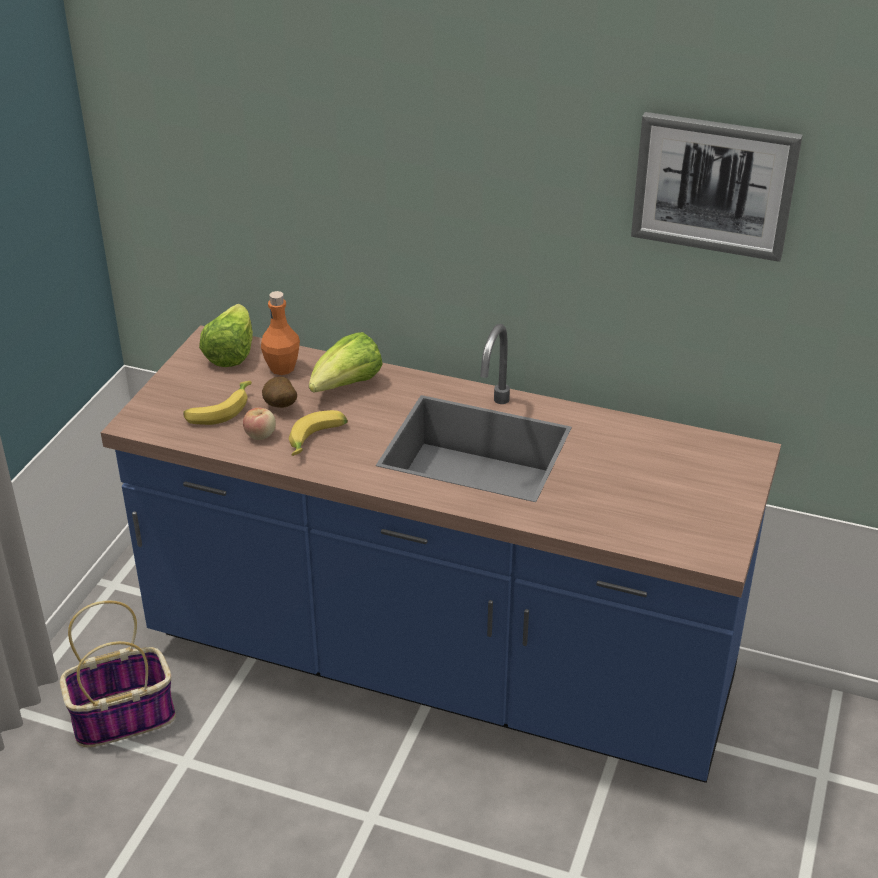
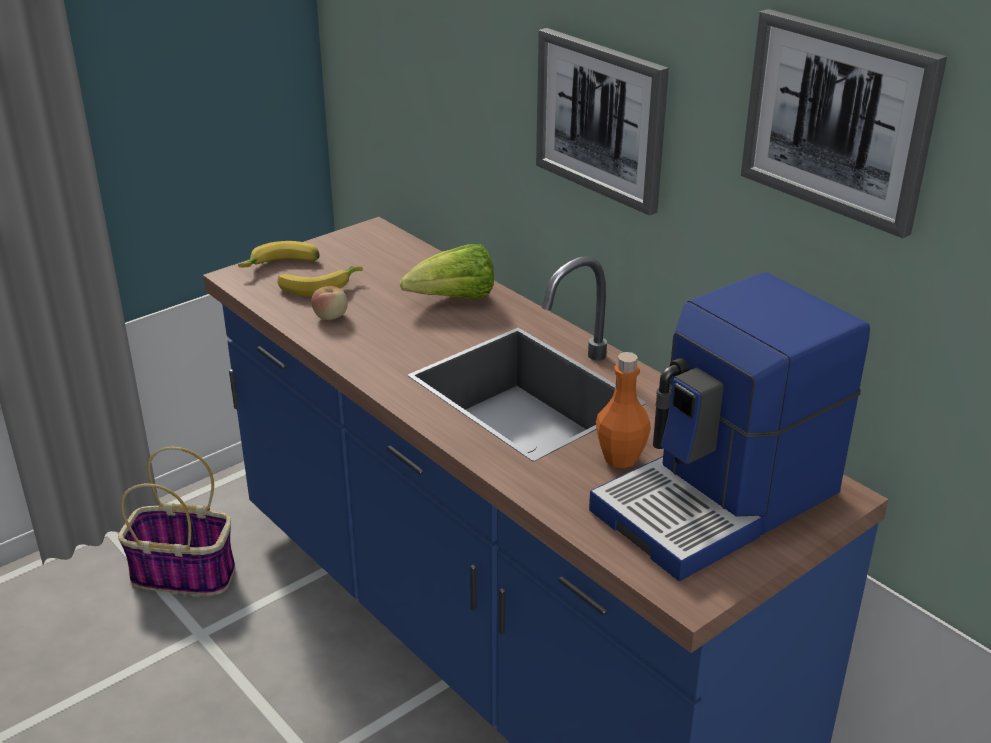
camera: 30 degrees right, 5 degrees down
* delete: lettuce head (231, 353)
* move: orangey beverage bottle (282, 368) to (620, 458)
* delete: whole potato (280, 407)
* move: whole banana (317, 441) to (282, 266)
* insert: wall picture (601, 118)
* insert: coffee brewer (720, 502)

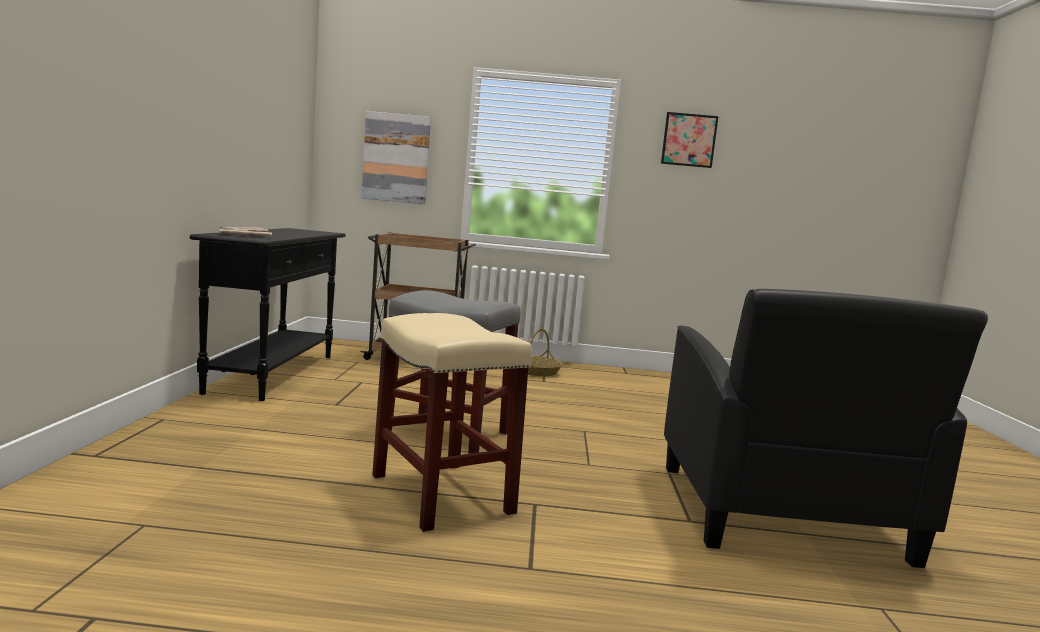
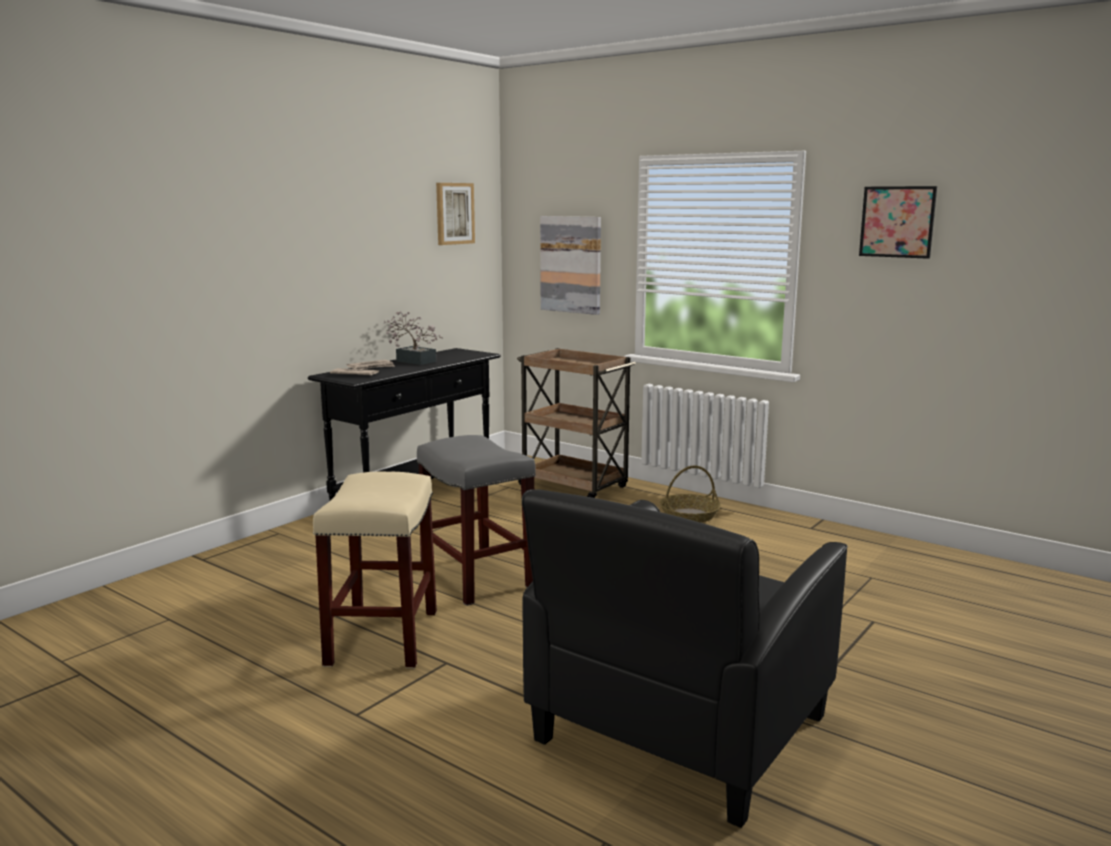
camera: 35 degrees right, 5 degrees up
* insert: plant in a pot (413, 361)
* insert: wall picture (454, 213)

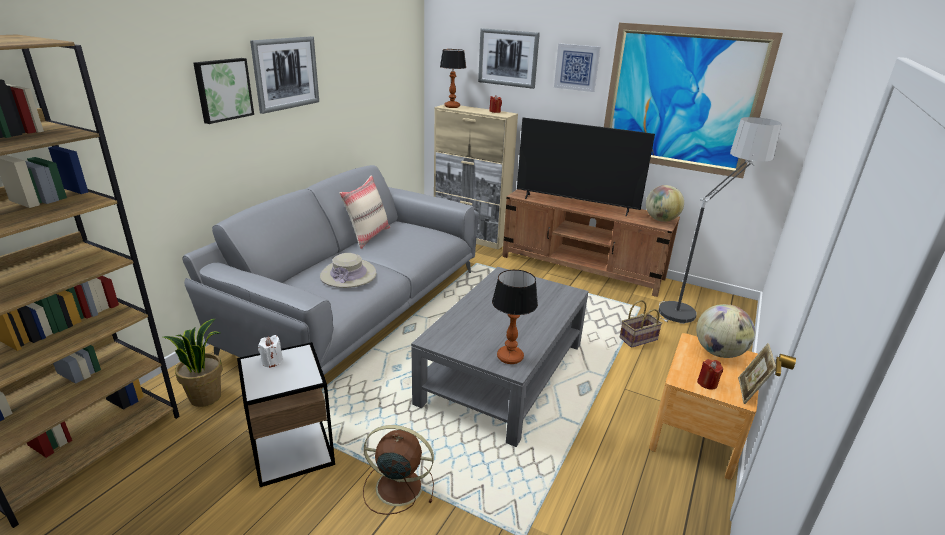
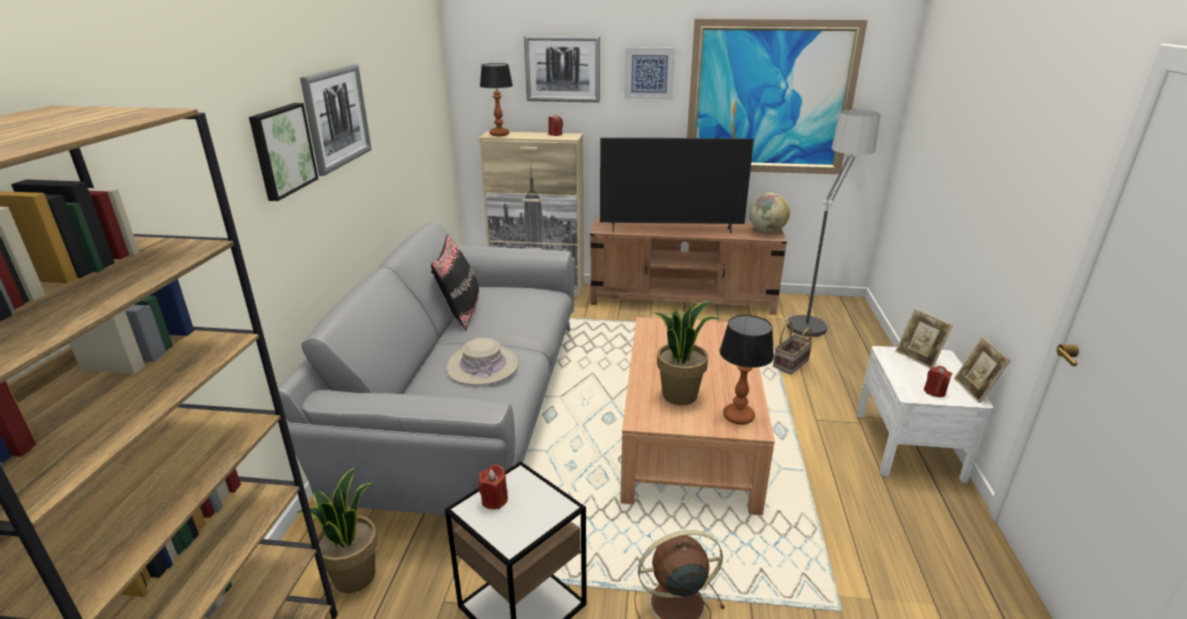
camera: 20 degrees left, 0 degrees up
* recolor: whitish wax light (272, 361) to reddish wax light (494, 500)
* recolor: sand-coloured pillow (368, 236) to blackish pillow (460, 312)
* recolor: gray coffee table (503, 372) to brown coffee table (688, 436)
* recolor: brown night table (696, 432) to whitish night table (908, 445)
* replace: desk globe (718, 352) to standing frame (918, 358)
* insert: plant in a pot (679, 395)

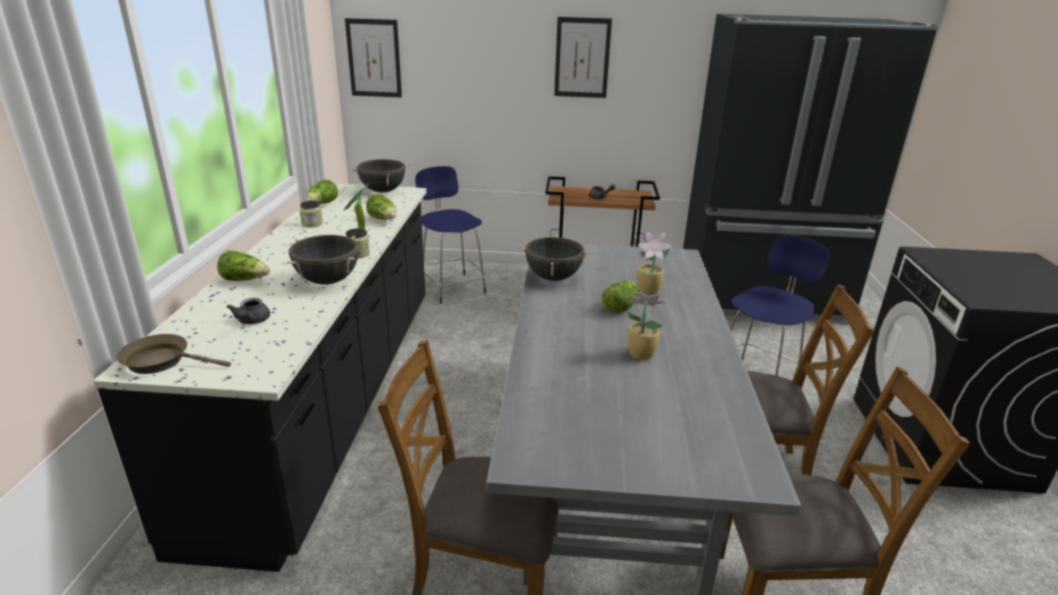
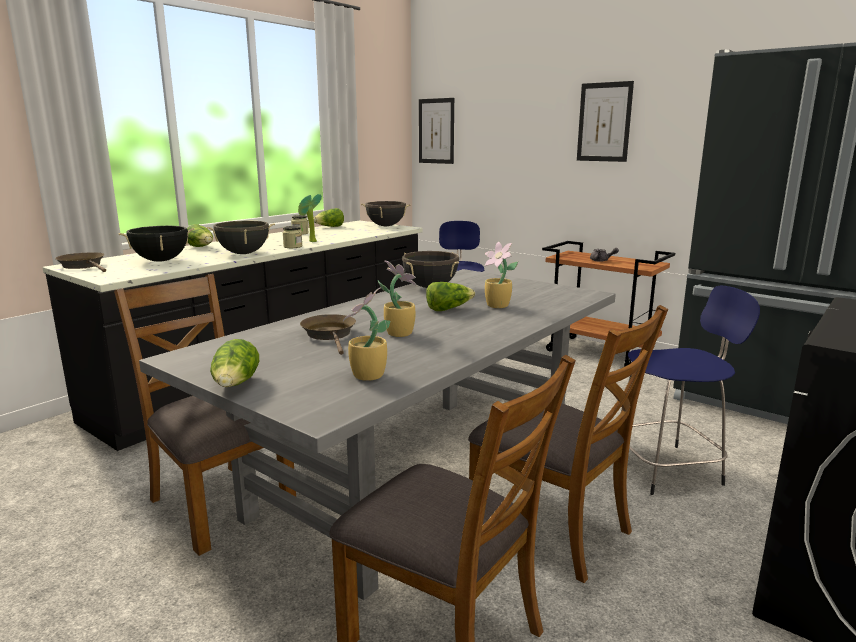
camera: 35 degrees right, 10 degrees down
* replace: gray teapot (251, 321) to blackish saucepot (161, 261)
* move: lettuce head (384, 219) to (236, 385)
* insert: brown skillet (330, 335)
* insert: plant in a pot (367, 376)

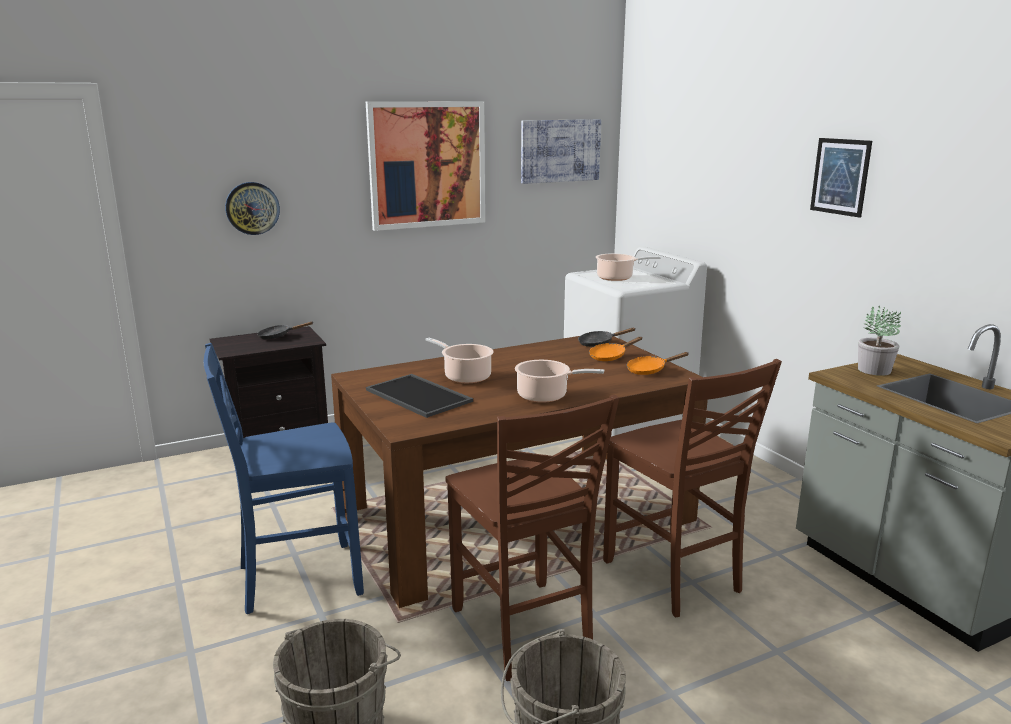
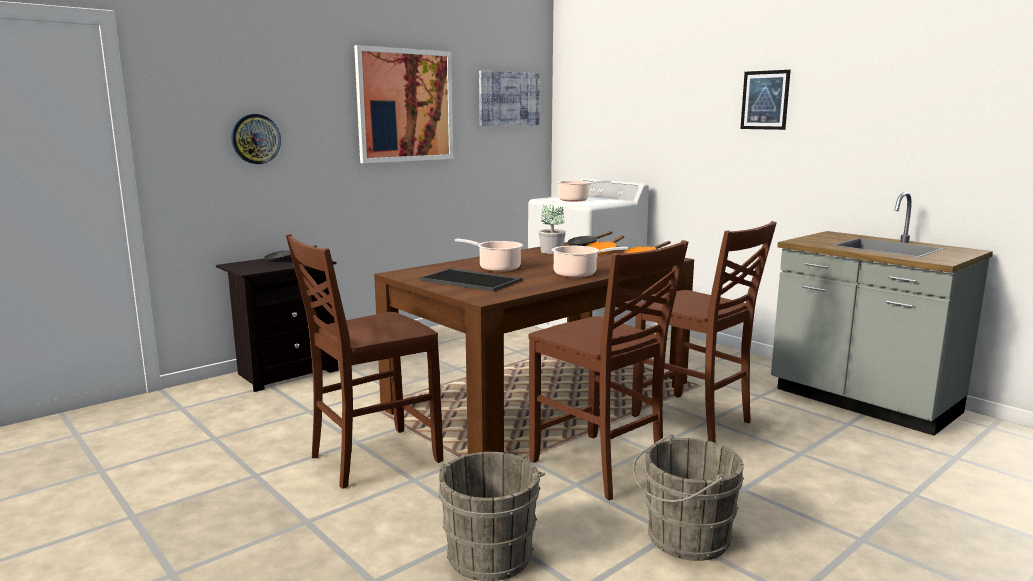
camera: 15 degrees left, 5 degrees down
* recolor: blue chair (297, 578) to brown chair (372, 458)
* move: plant in a pot (874, 370) to (551, 251)

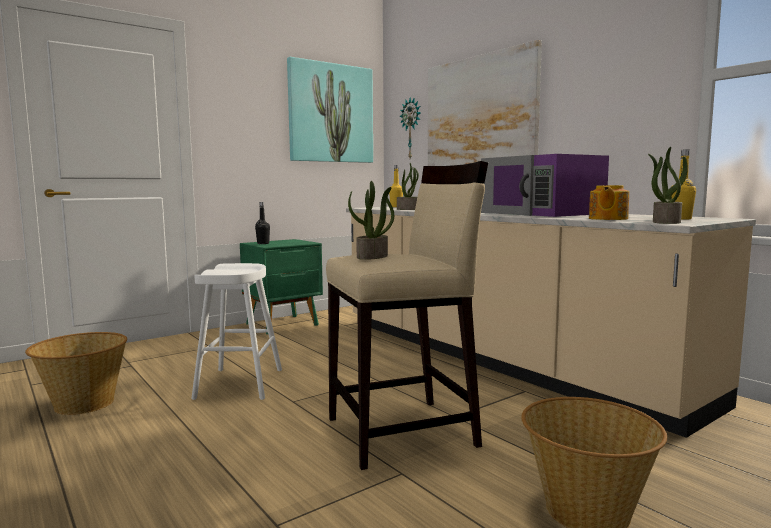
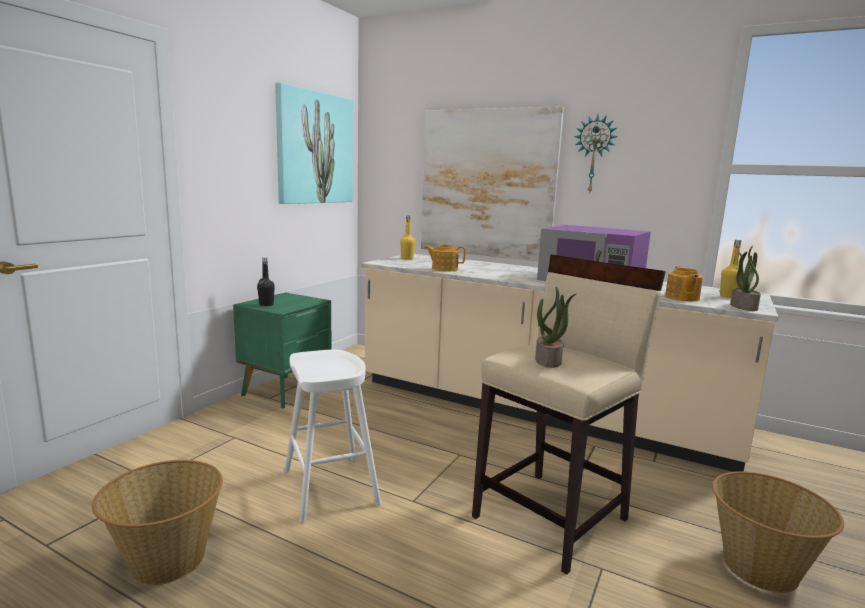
camera: 25 degrees left, 5 degrees up
* replace: plant in a pot (408, 209) to teapot (444, 269)
* move: hanging clock (412, 128) to (594, 154)

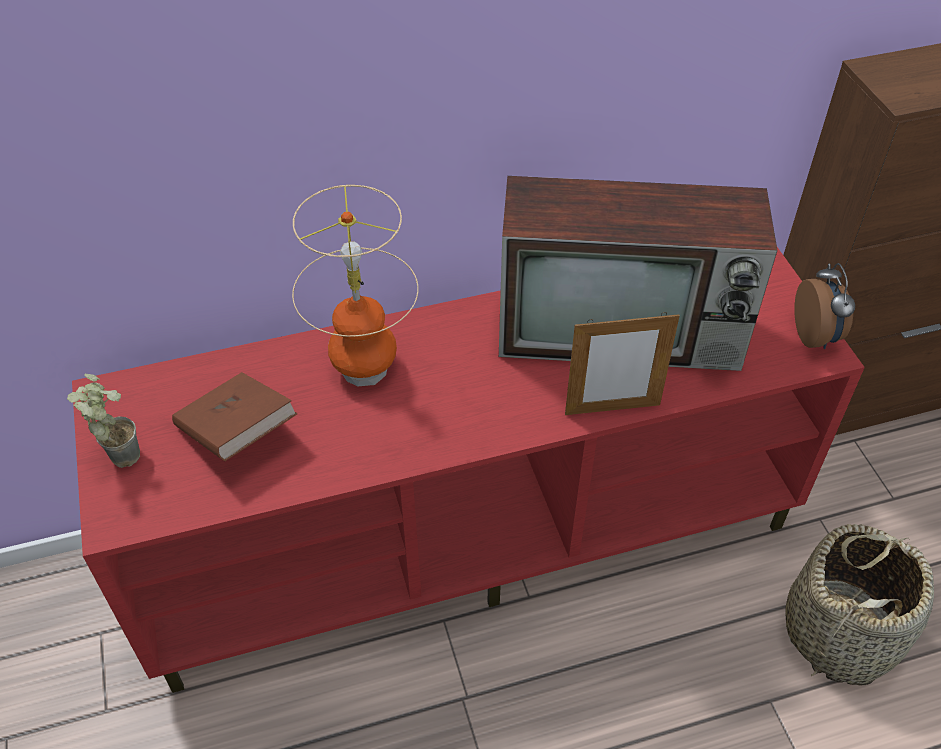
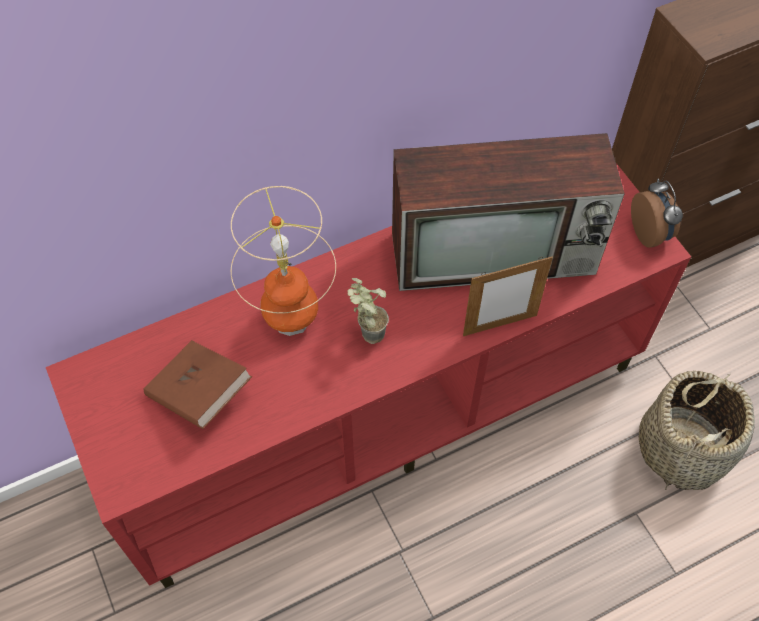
camera: 10 degrees left, 10 degrees up
* move: plant in a pot (119, 453) to (366, 332)

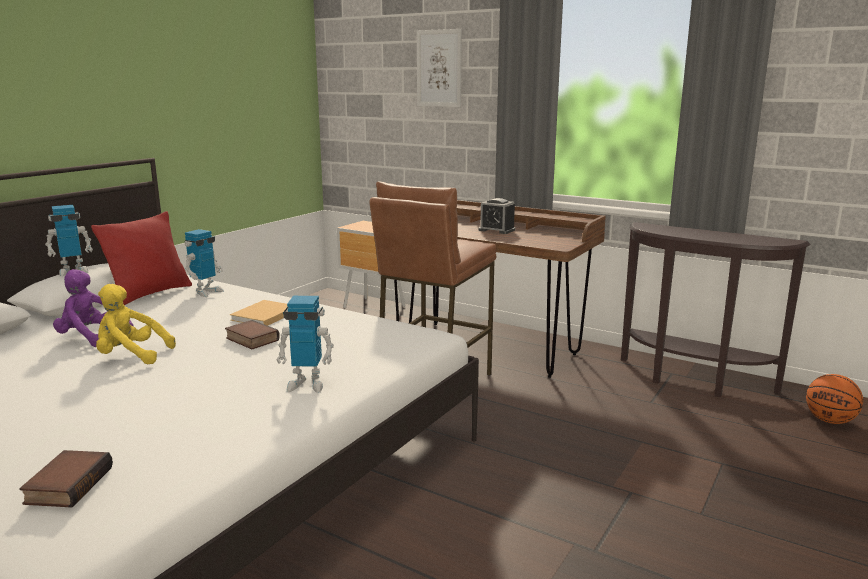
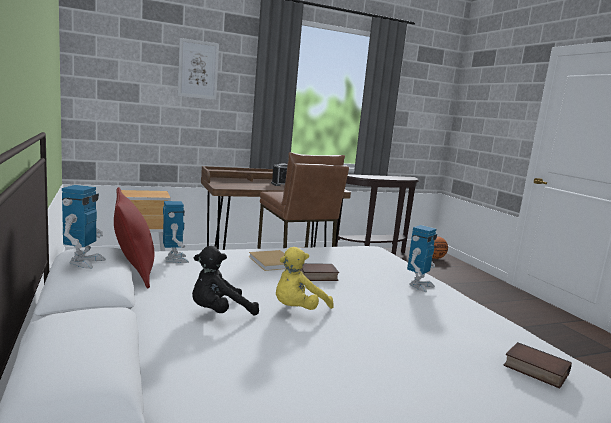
camera: 55 degrees left, 5 degrees down
* recolor: purple-coloured plush toy (91, 338) to blackish plush toy (219, 313)

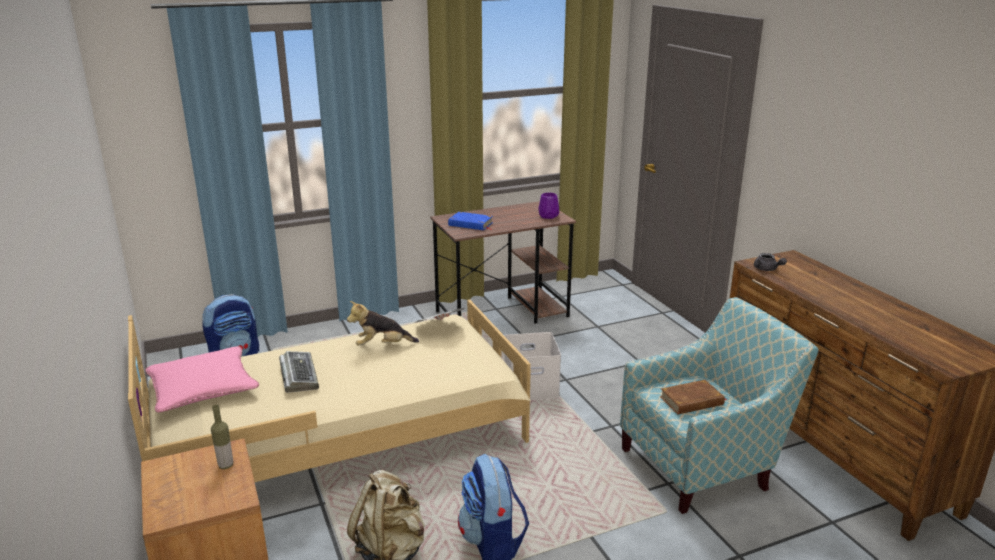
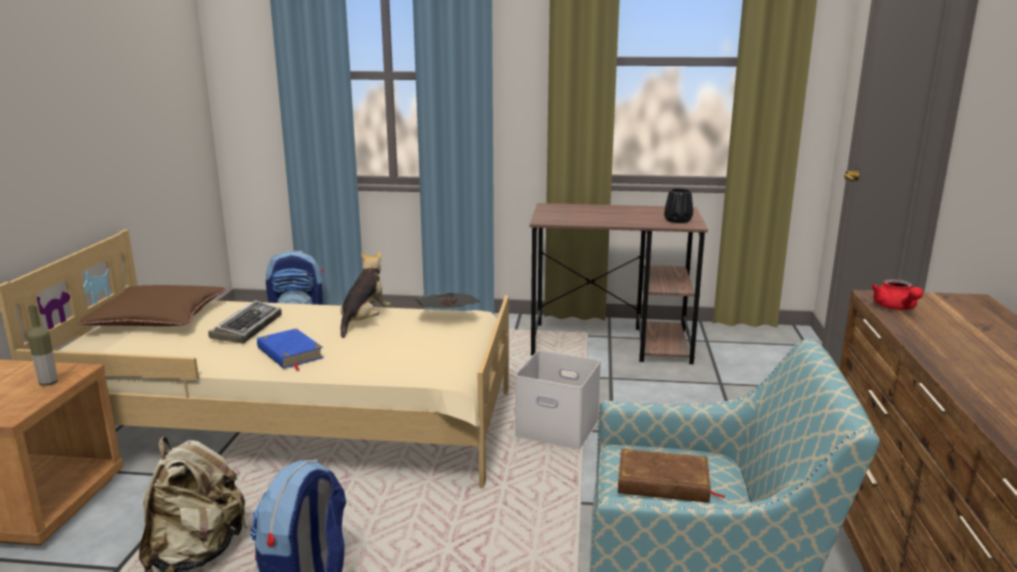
camera: 30 degrees right, 5 degrees down
* recolor: pink pillow (203, 387) to brown pillow (158, 317)
* rotate: plush toy (382, 346) = (364, 321) 90 degrees clockwise
* move: blue volume (470, 224) to (290, 353)
* recolor: purple-coloured flower vase (548, 216) to blackish flower vase (677, 220)
* recolor: gray teapot (767, 269) to reddish teapot (896, 308)

